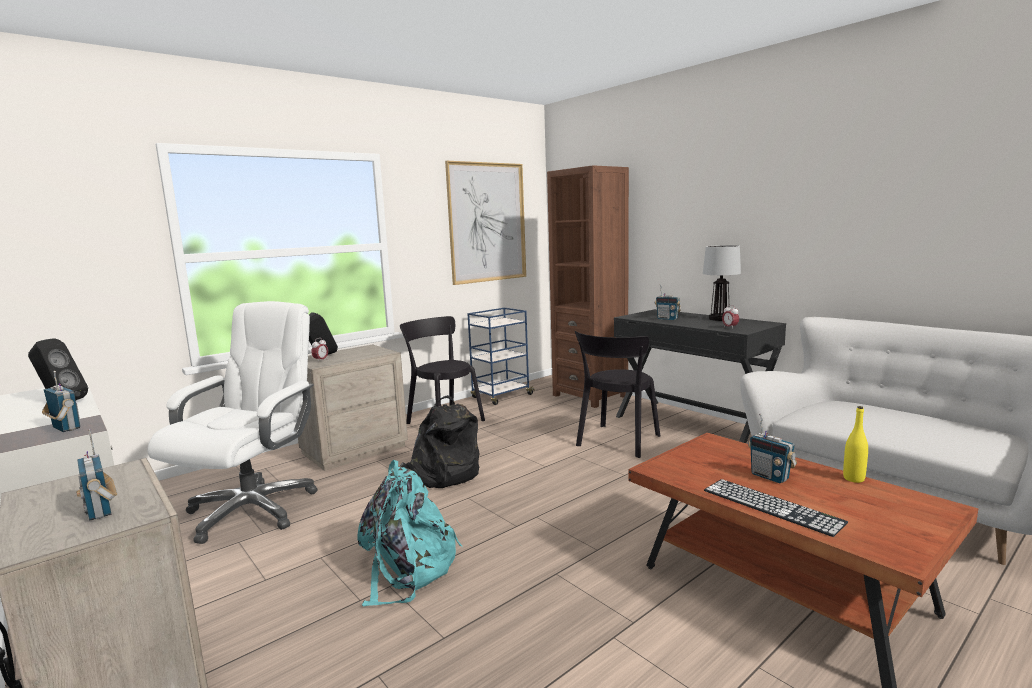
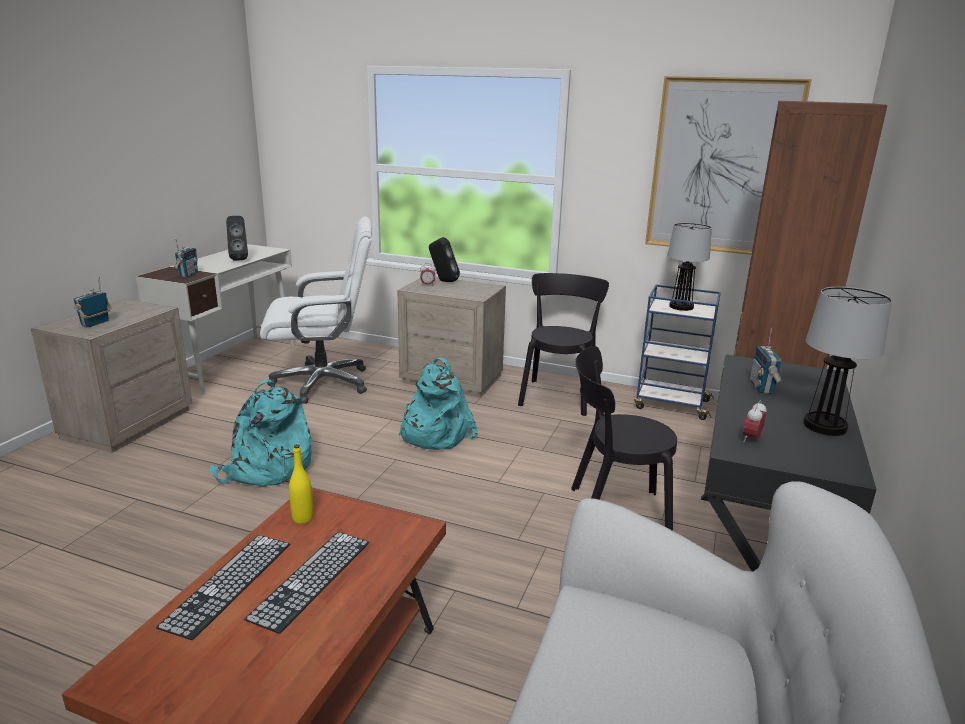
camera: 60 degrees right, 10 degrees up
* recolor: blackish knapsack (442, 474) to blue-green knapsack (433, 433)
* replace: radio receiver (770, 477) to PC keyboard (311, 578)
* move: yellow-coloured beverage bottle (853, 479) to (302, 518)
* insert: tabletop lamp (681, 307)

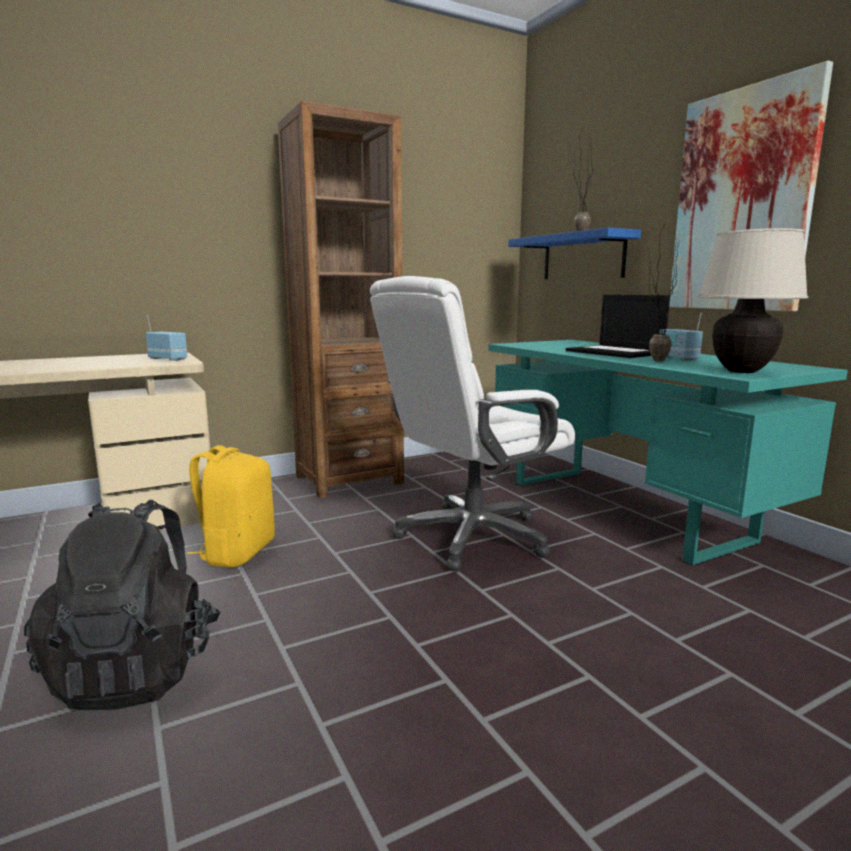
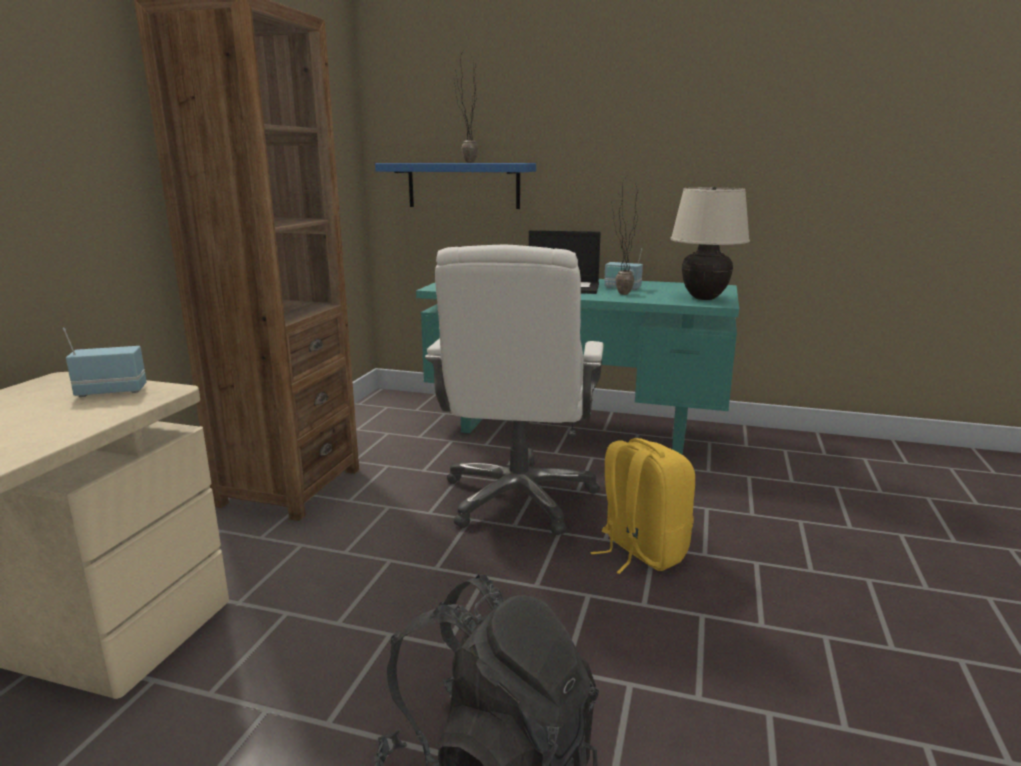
camera: 45 degrees left, 5 degrees up
* move: yellow-coloured knapsack (237, 553) to (640, 552)
* delete: wall picture (742, 202)

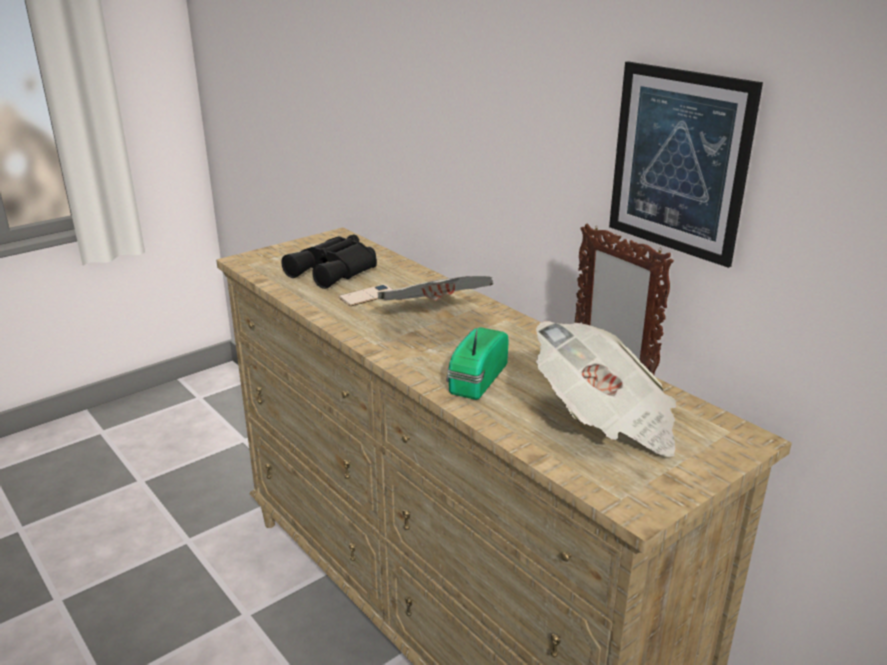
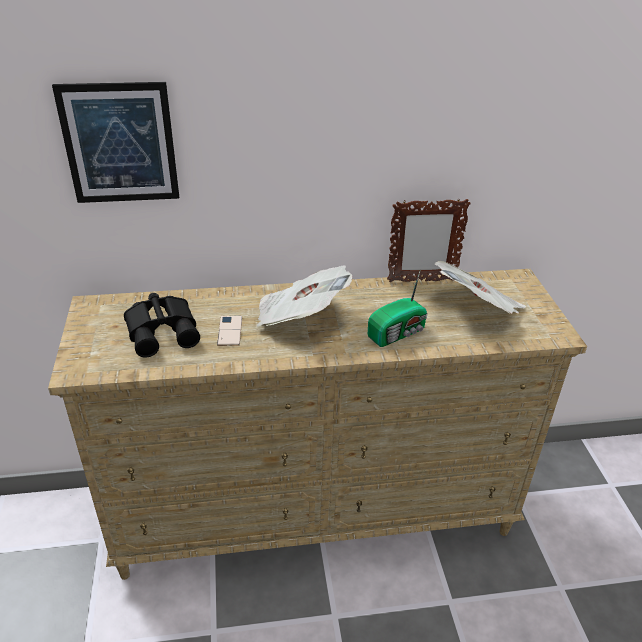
camera: 60 degrees left, 10 degrees up
* rotate: radio receiver (475, 380) = (398, 333) 90 degrees counterclockwise
* move: wall picture (678, 162) to (120, 144)

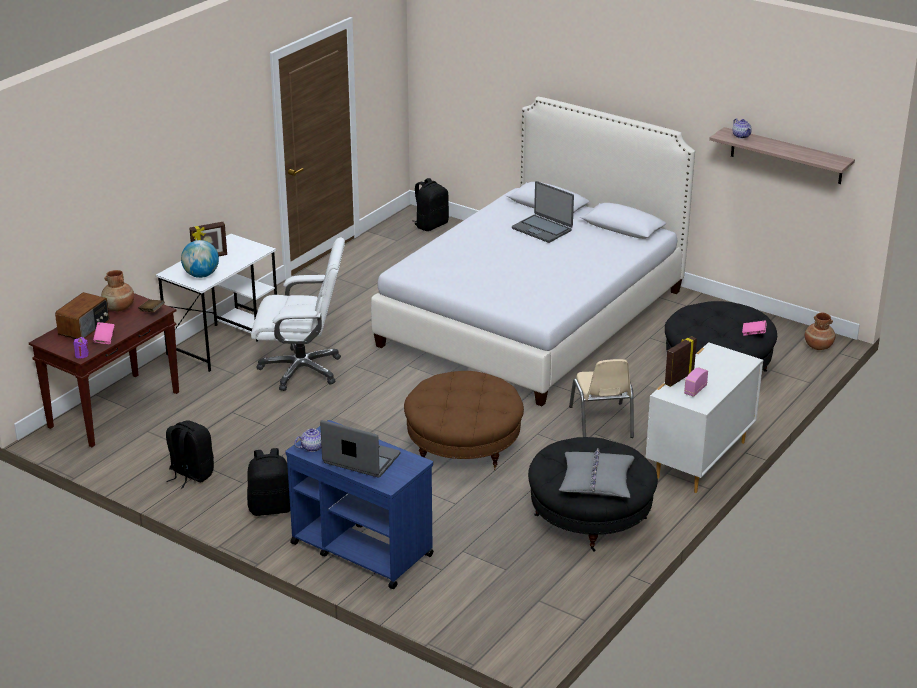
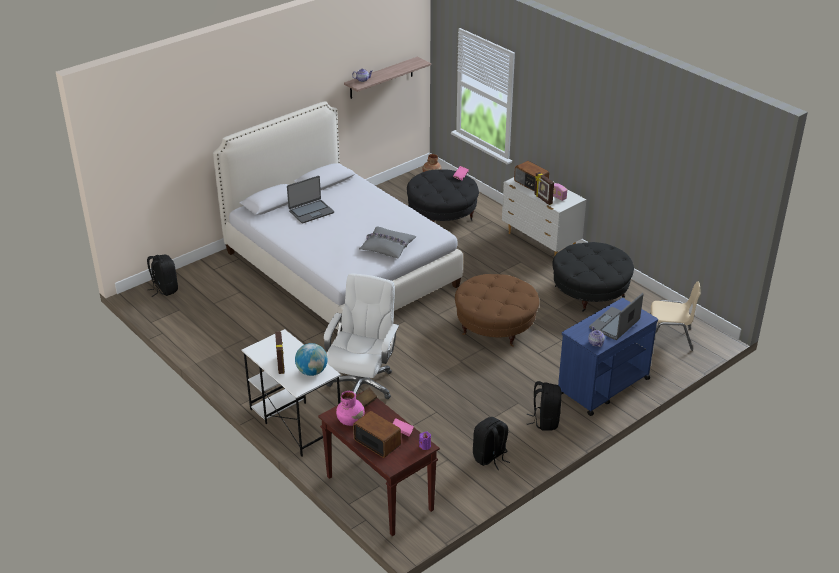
camera: 75 degrees left, 5 degrees up
* recolor: brown flower vase (119, 308) to pink flower vase (351, 420)
* move: gray pillow (596, 481) to (387, 247)
* move: sand-coloured chair (601, 422) to (668, 337)
* insert: radio receiver (530, 183)

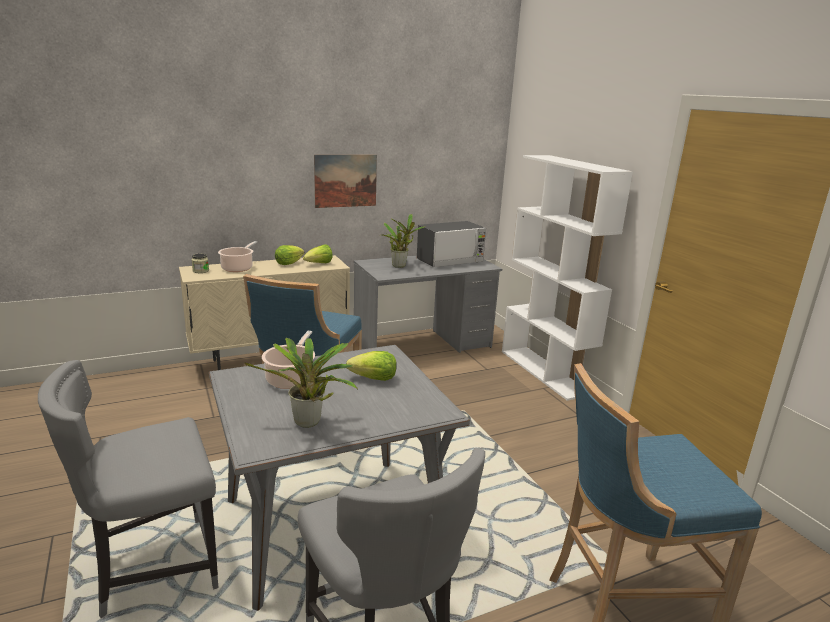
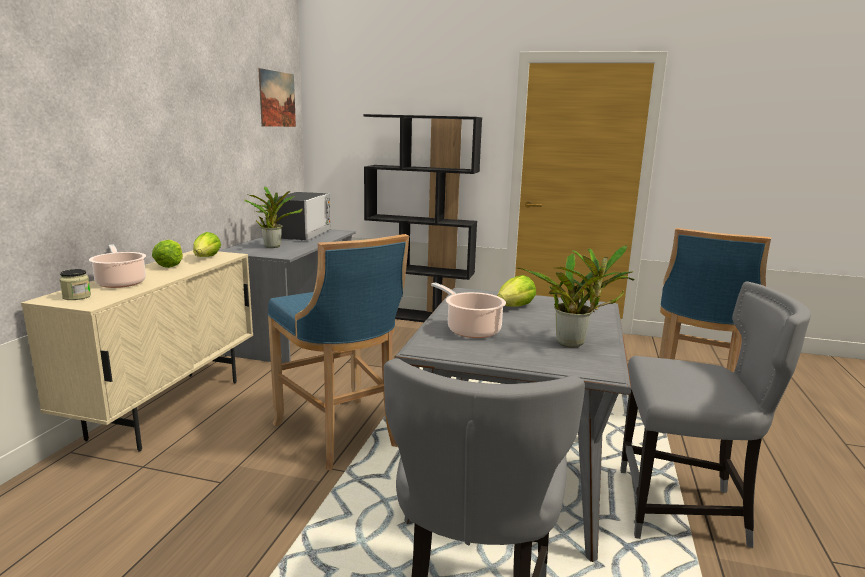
camera: 50 degrees left, 5 degrees down
* move: wall picture (345, 180) to (277, 99)
* recolor: whitish bookcase (545, 372) to blackish bookcase (419, 316)

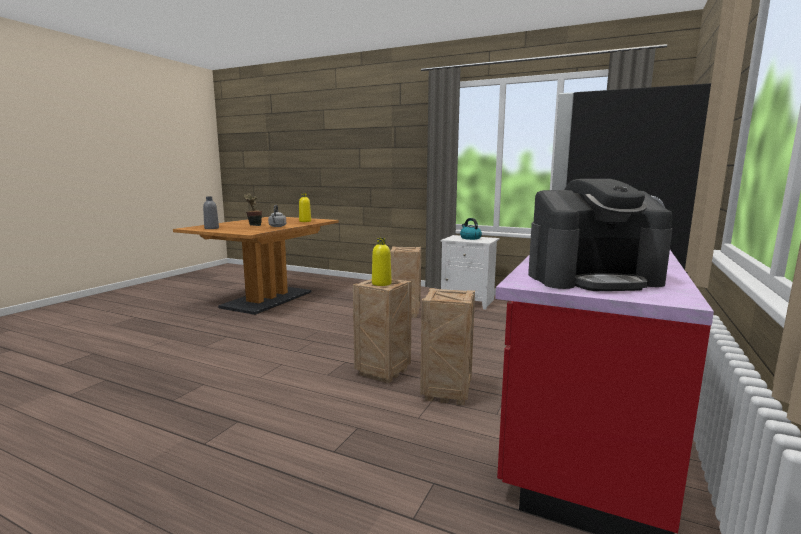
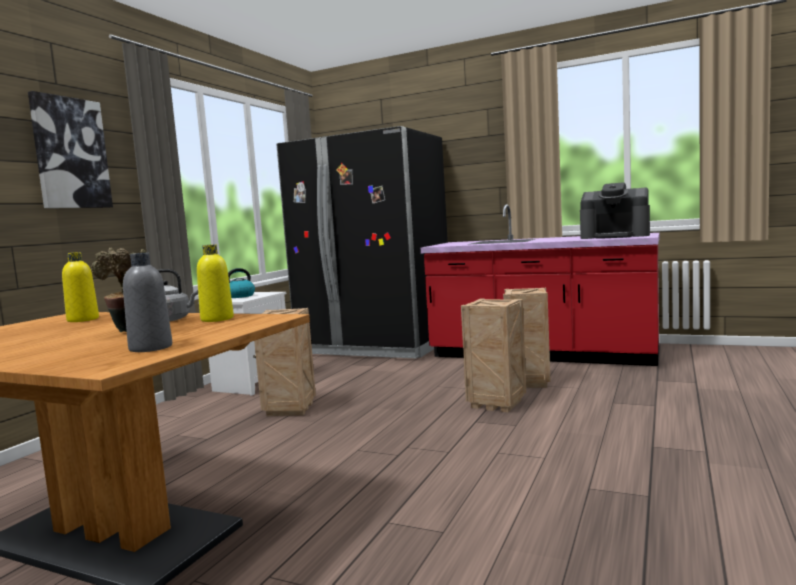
camera: 90 degrees left, 5 degrees down
* move: yellow-coloured beverage bottle (381, 283) to (217, 319)
* rotate: coffee brewer (593, 278) = (615, 236) 120 degrees clockwise
* insert: wall picture (70, 153)

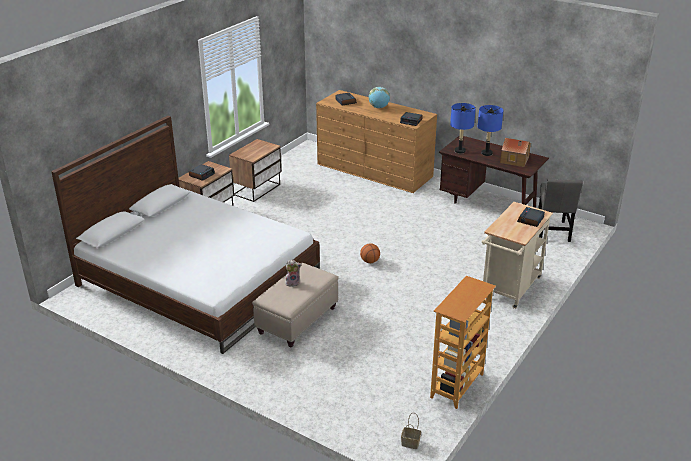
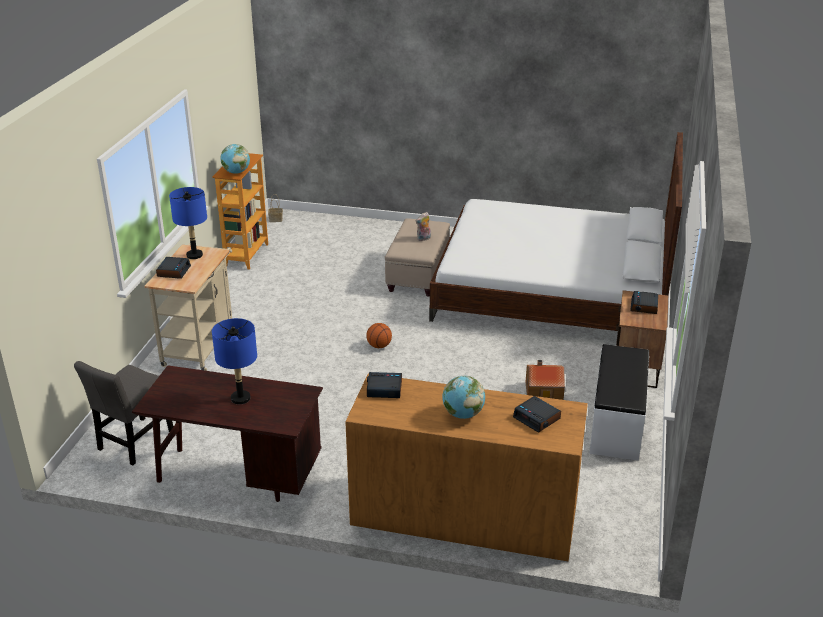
camera: 160 degrees right, 0 degrees up
* replace: night table (257, 189) to whitish long seat (617, 423)
* move: blue tabletop lamp (459, 151) to (194, 255)
* move: model house (515, 160) to (543, 392)
* rotate: gray chair (552, 232) = (133, 443) 135 degrees counterclockwise
* insert: desk globe (236, 172)

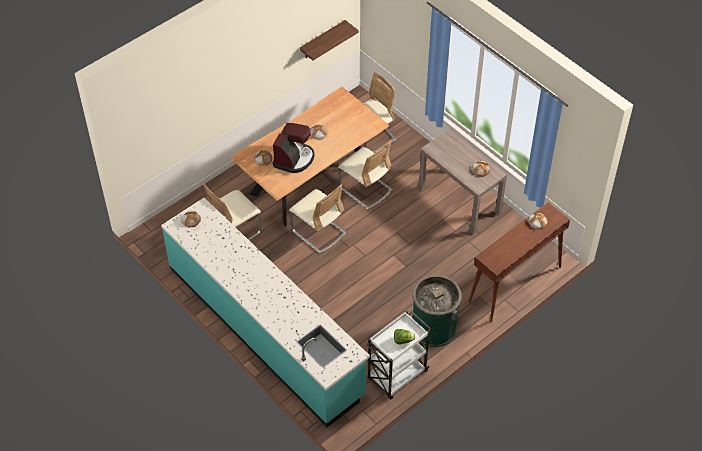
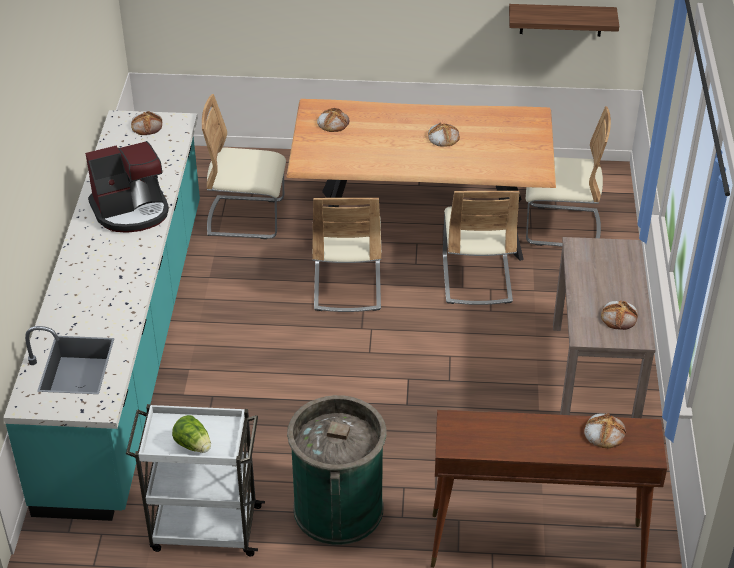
camera: 45 degrees right, 10 degrees down
* move: coffee brewer (294, 158) to (131, 211)

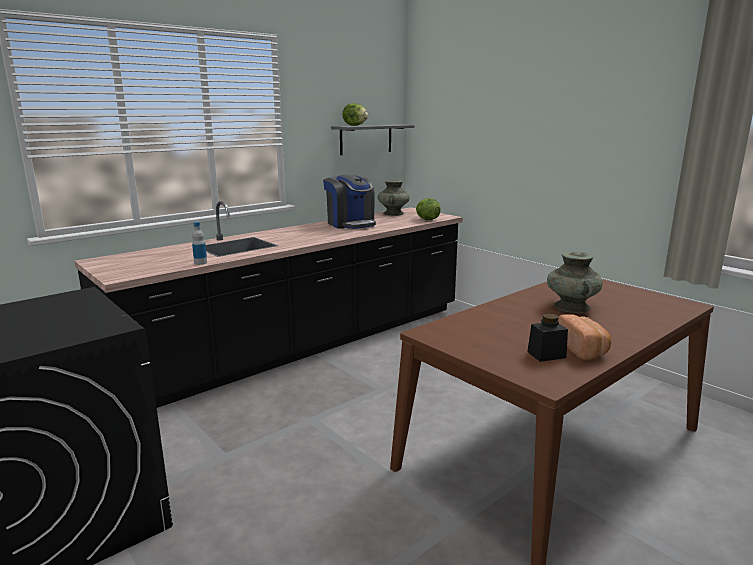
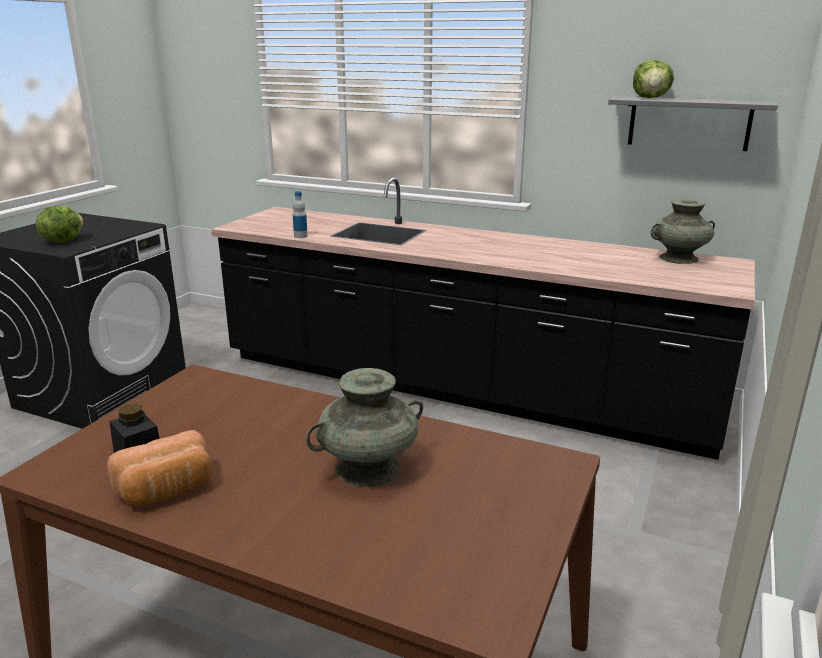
camera: 65 degrees right, 5 degrees up
* delete: coffee brewer (351, 224)
* move: lettuce head (427, 219) to (62, 241)

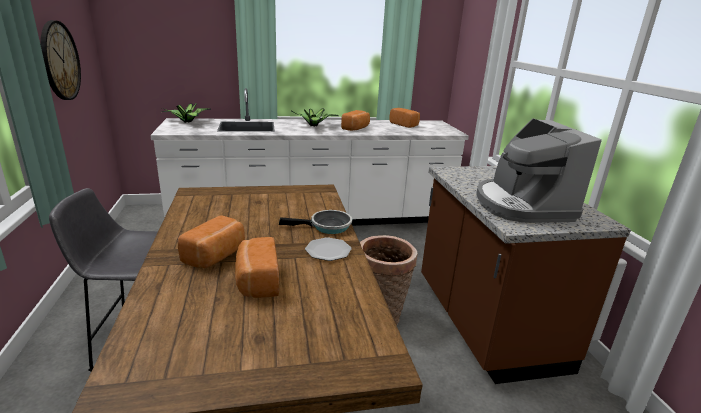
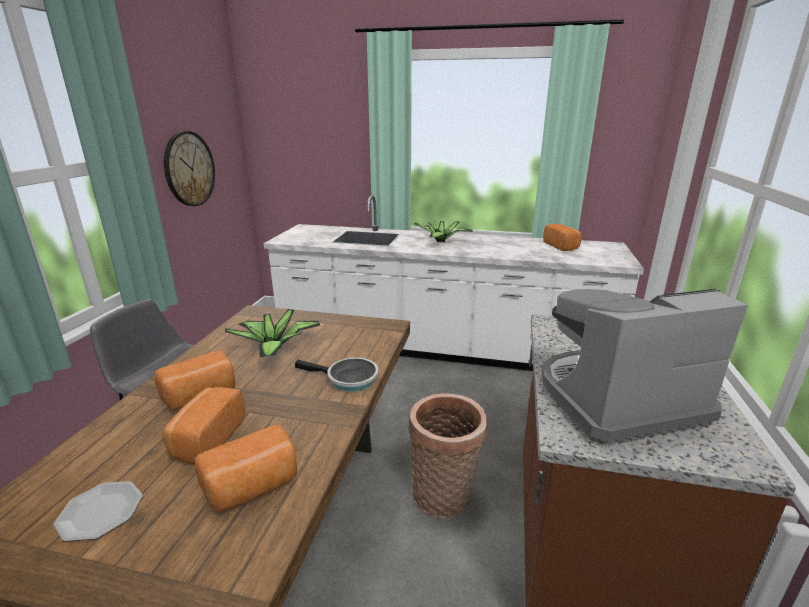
camera: 25 degrees right, 0 degrees up
* move: plant in a pot (188, 122) to (275, 348)
* move: plate (328, 250) to (101, 512)
* move: bread (356, 128) to (253, 487)
* rotate: coffee brewer (521, 205) = (616, 399) 60 degrees clockwise

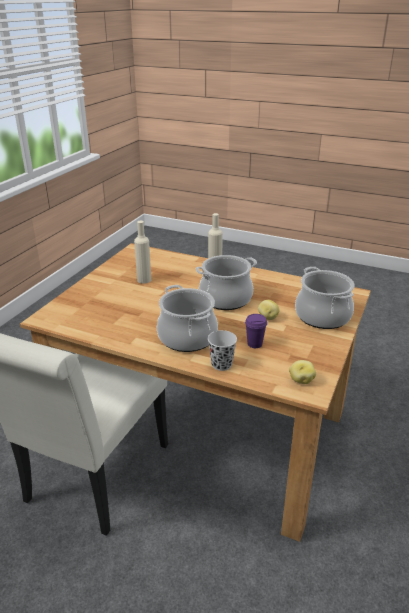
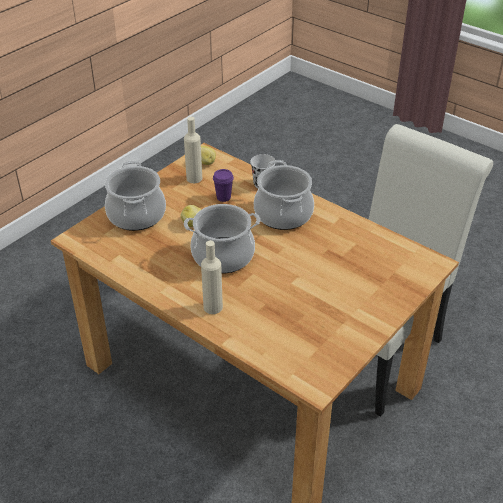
camera: 165 degrees left, 10 degrees up
* move: sand-coloured beverage bottle (144, 280) to (194, 178)

